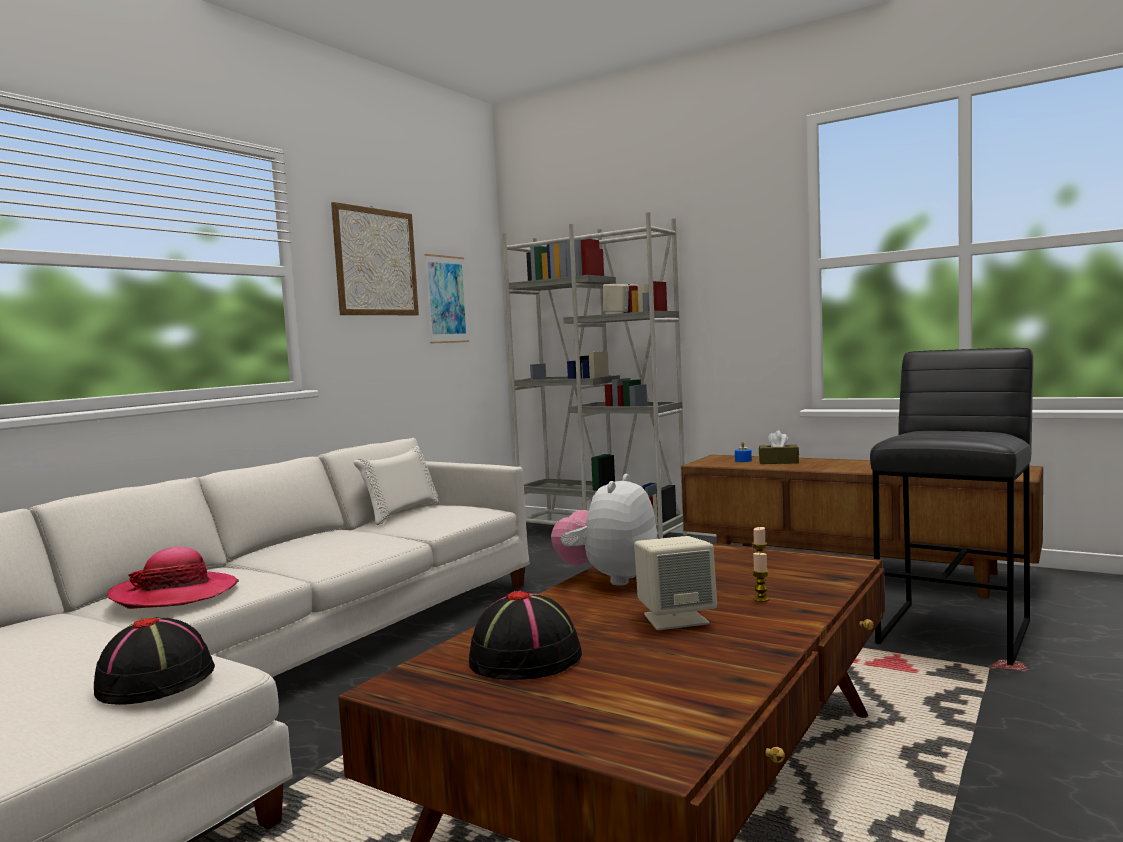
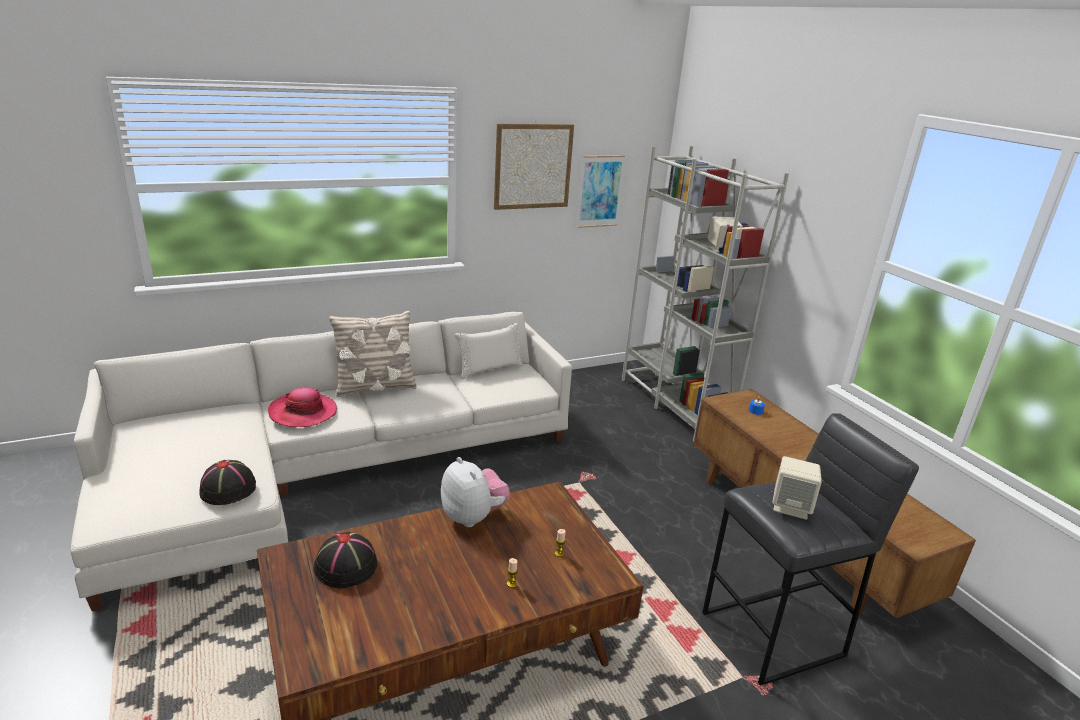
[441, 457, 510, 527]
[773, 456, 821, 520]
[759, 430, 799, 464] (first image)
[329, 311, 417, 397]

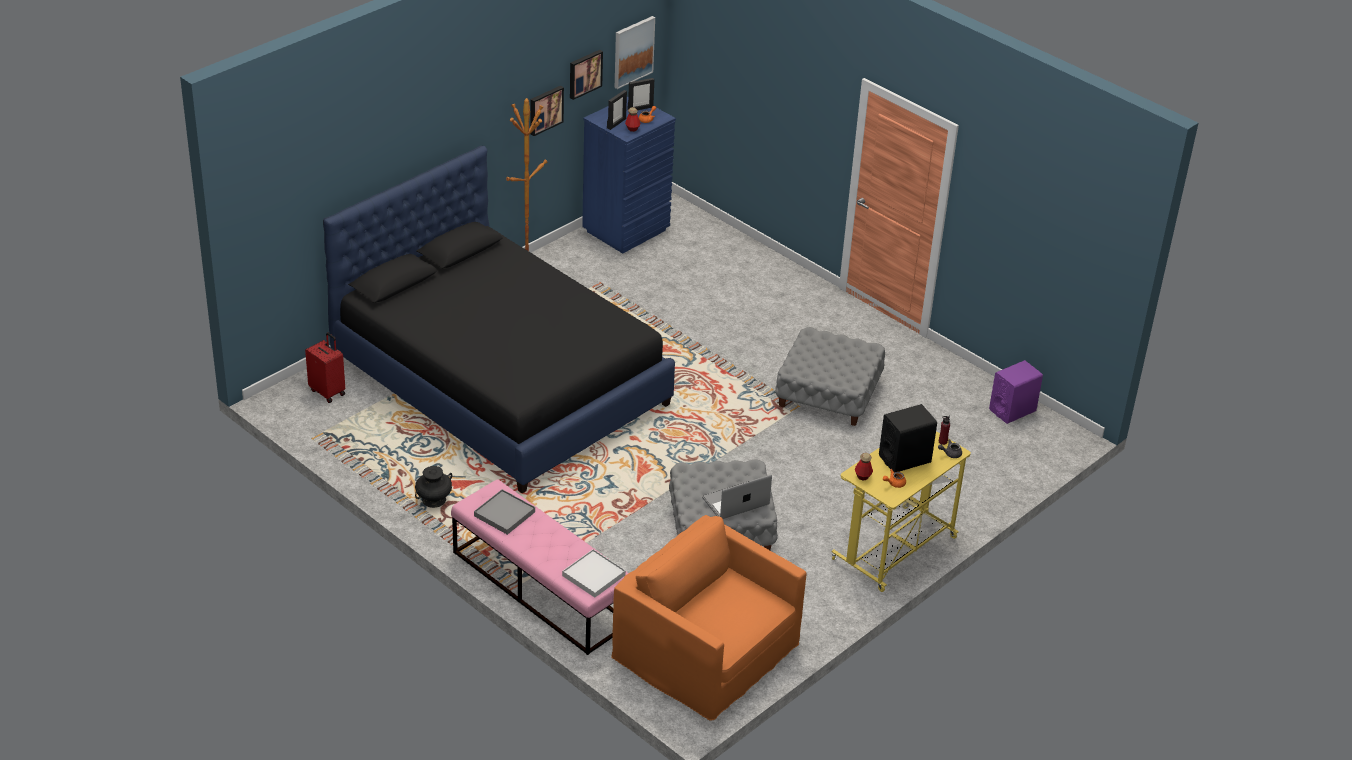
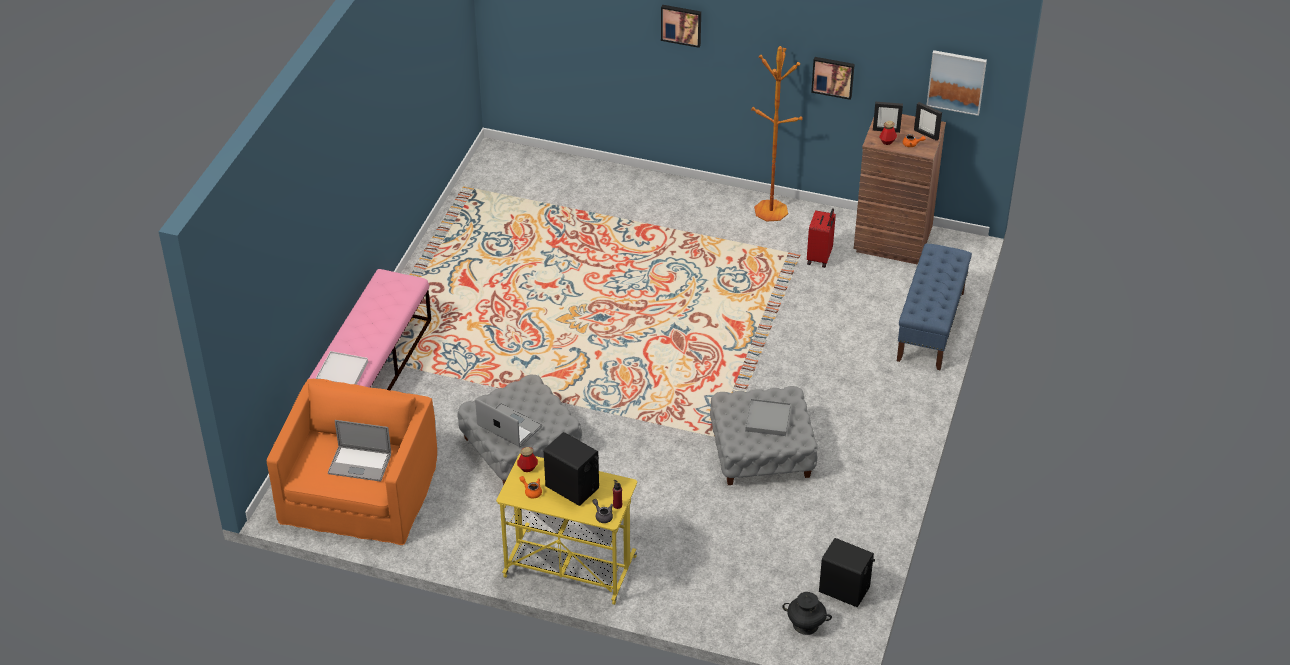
[807, 208, 836, 268]
[323, 146, 675, 493] (first image)
[782, 592, 832, 635]
[745, 399, 791, 436]
[661, 5, 701, 48]
[854, 114, 946, 265]
[819, 538, 875, 607]
[328, 420, 391, 482]
[897, 243, 972, 370]

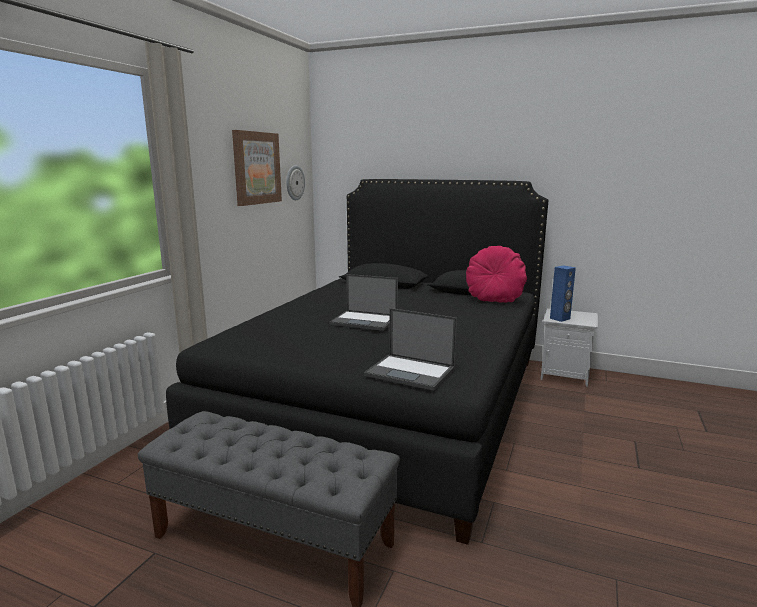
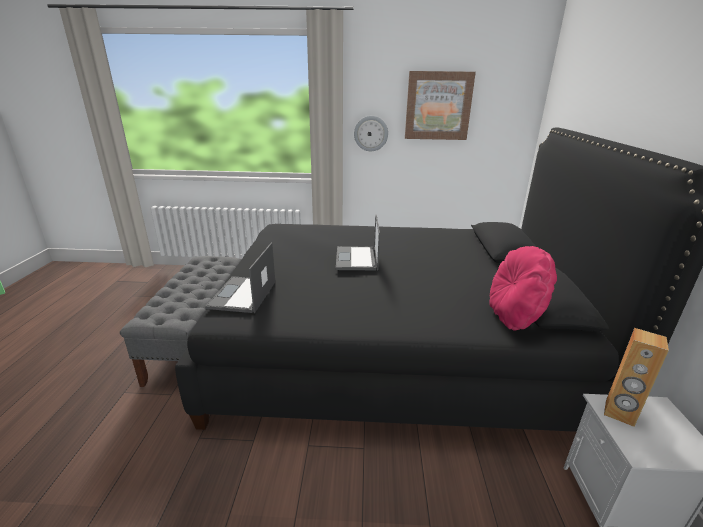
[354, 116, 388, 151]
[604, 328, 669, 427]

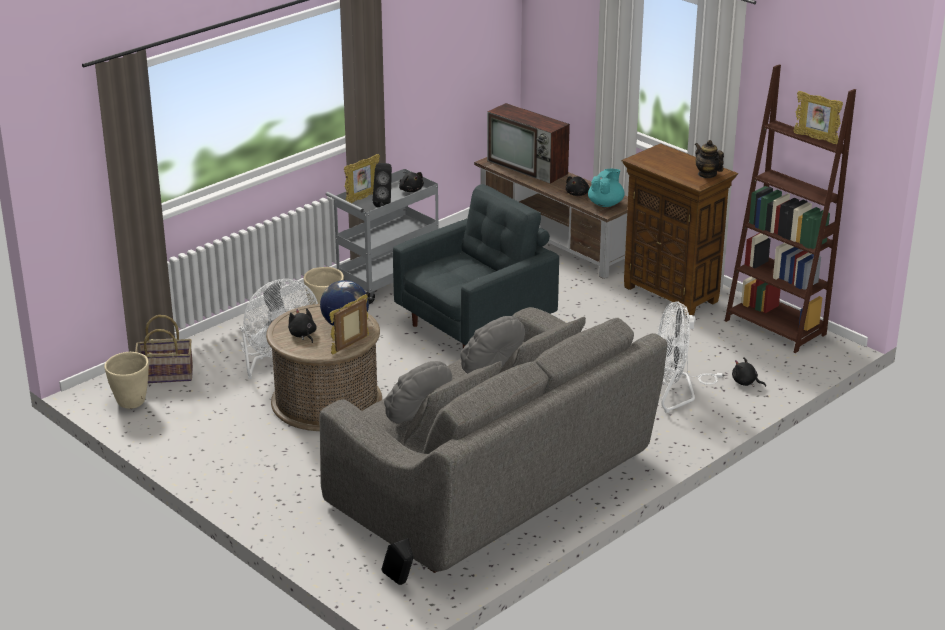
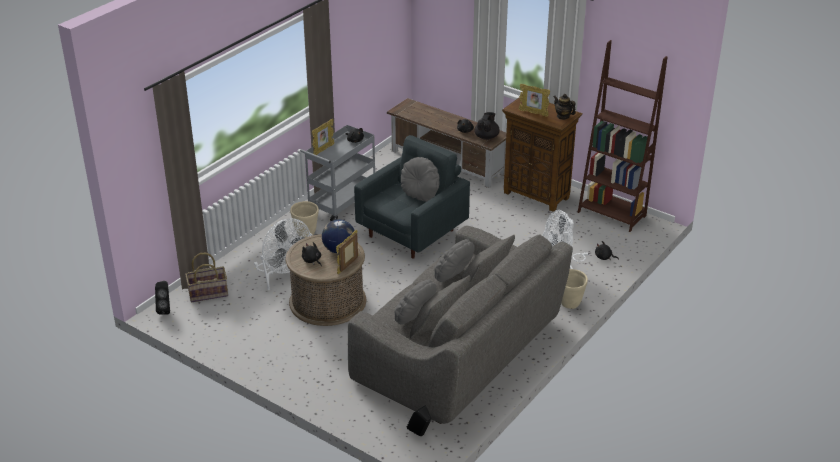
[561, 269, 588, 309]
[155, 281, 170, 314]
[487, 103, 570, 184] (first image)
[474, 112, 500, 140]
[518, 84, 550, 117]
[401, 157, 440, 202]

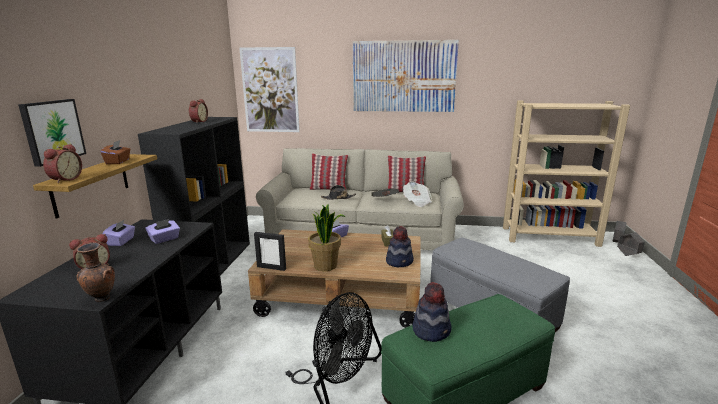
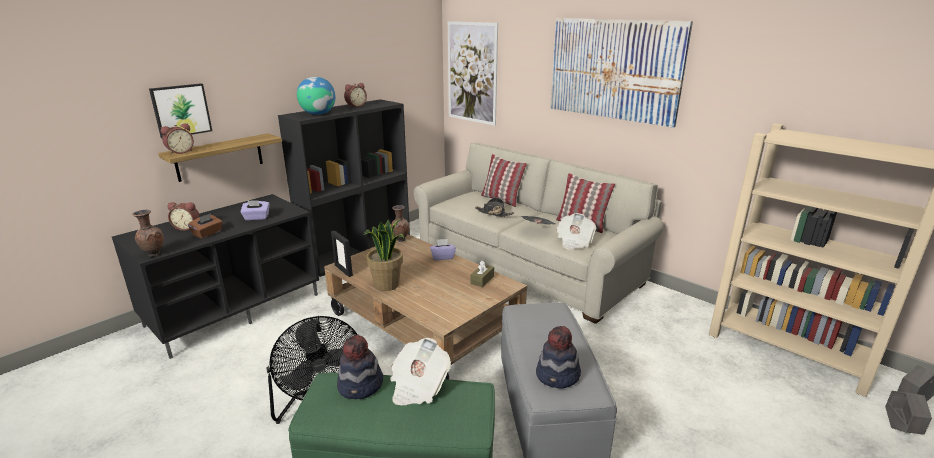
[188, 213, 222, 239]
[102, 220, 135, 246] (first image)
[536, 326, 581, 389]
[297, 77, 335, 115]
[390, 338, 451, 405]
[391, 205, 409, 242]

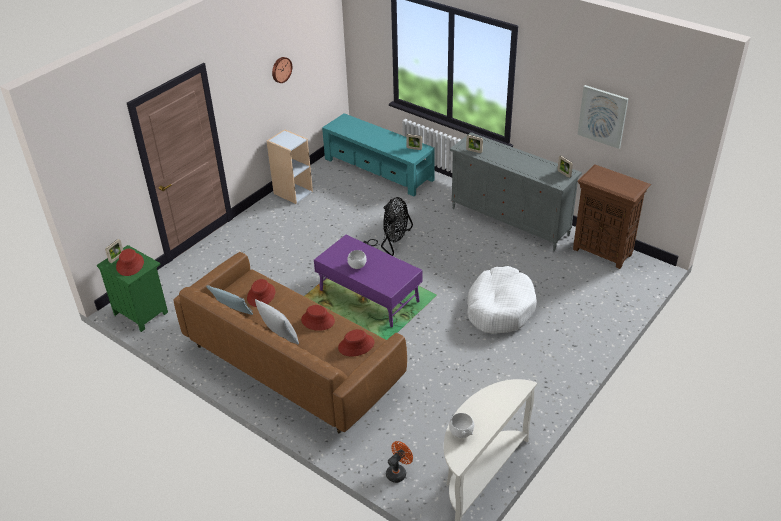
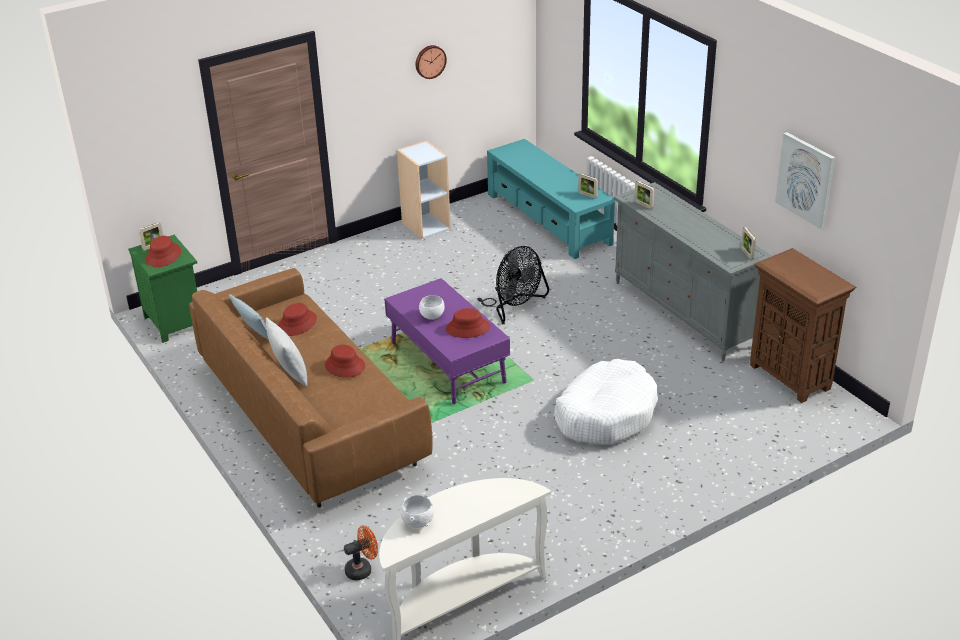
[446, 308, 490, 338]

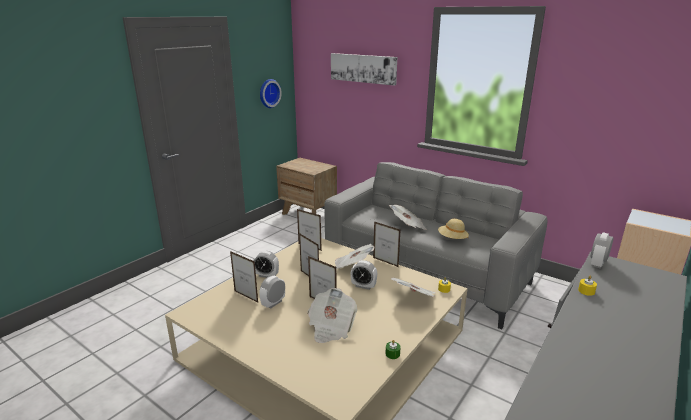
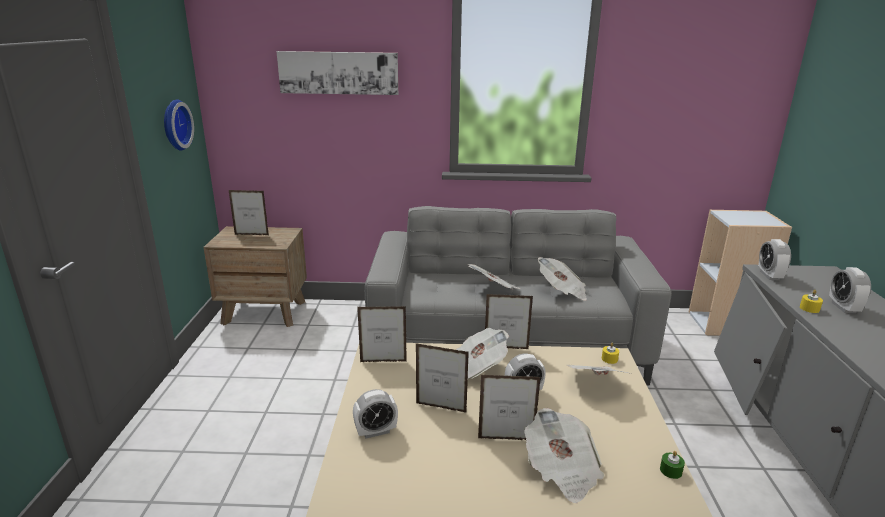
[229, 190, 269, 235]
[829, 267, 871, 313]
[538, 257, 587, 301]

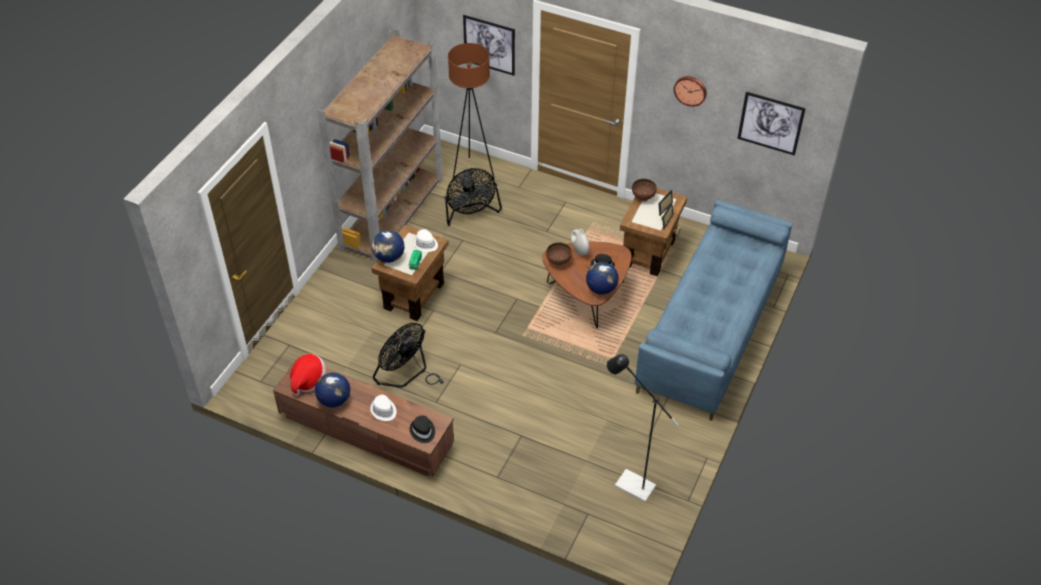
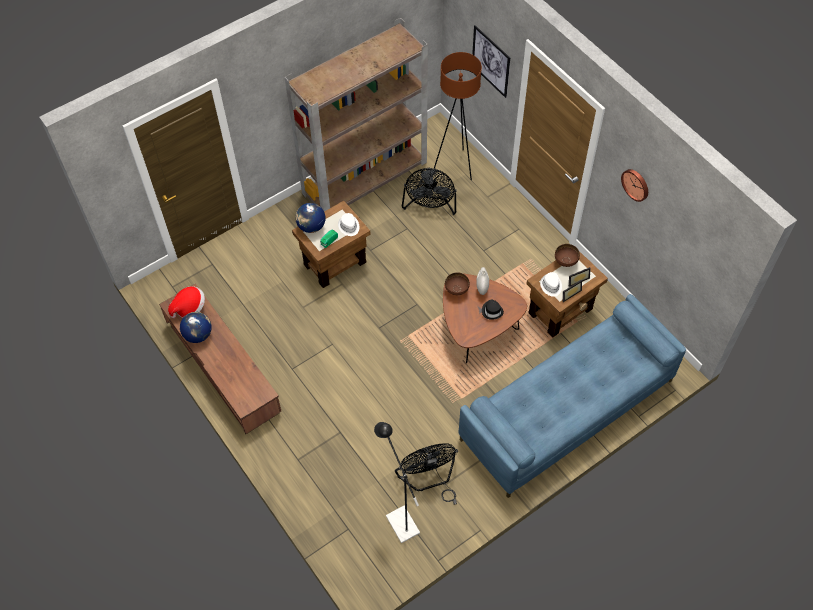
[540, 272, 562, 297]
[395, 443, 458, 504]
[410, 415, 435, 443] (first image)
[586, 262, 619, 295] (first image)
[737, 91, 806, 156] (first image)

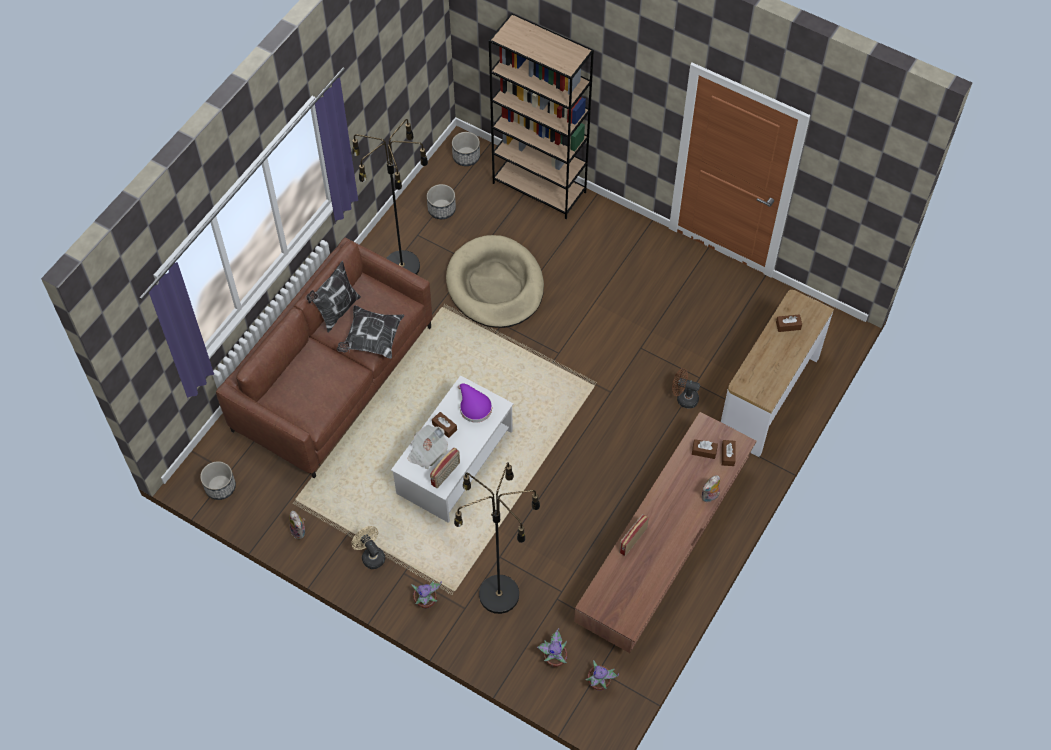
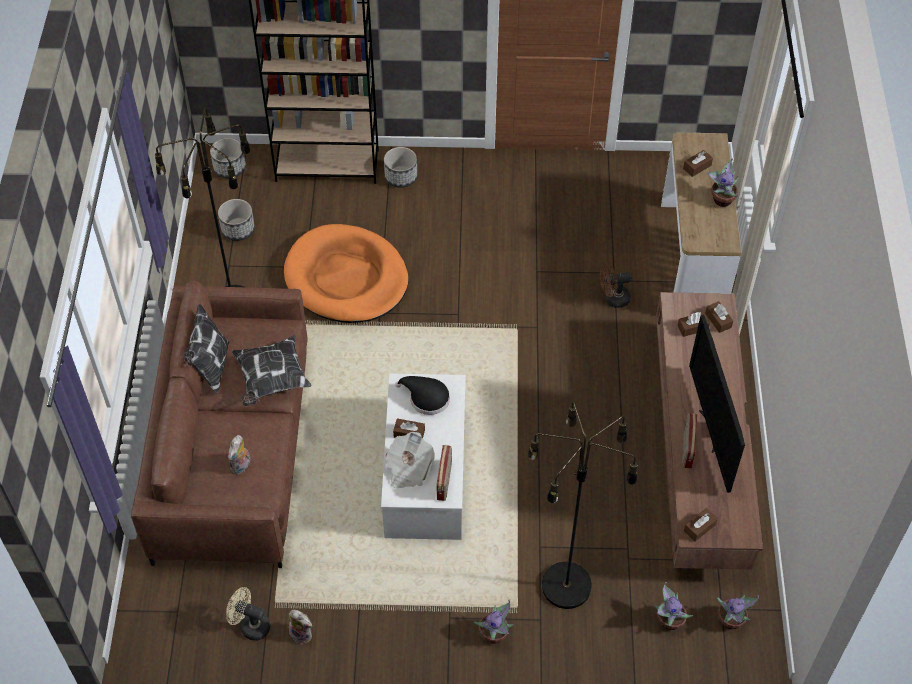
[384, 147, 417, 188]
[226, 587, 270, 641]
[284, 224, 409, 323]
[395, 376, 450, 415]
[228, 435, 251, 475]
[684, 508, 718, 541]
[689, 315, 745, 493]
[707, 159, 739, 207]

